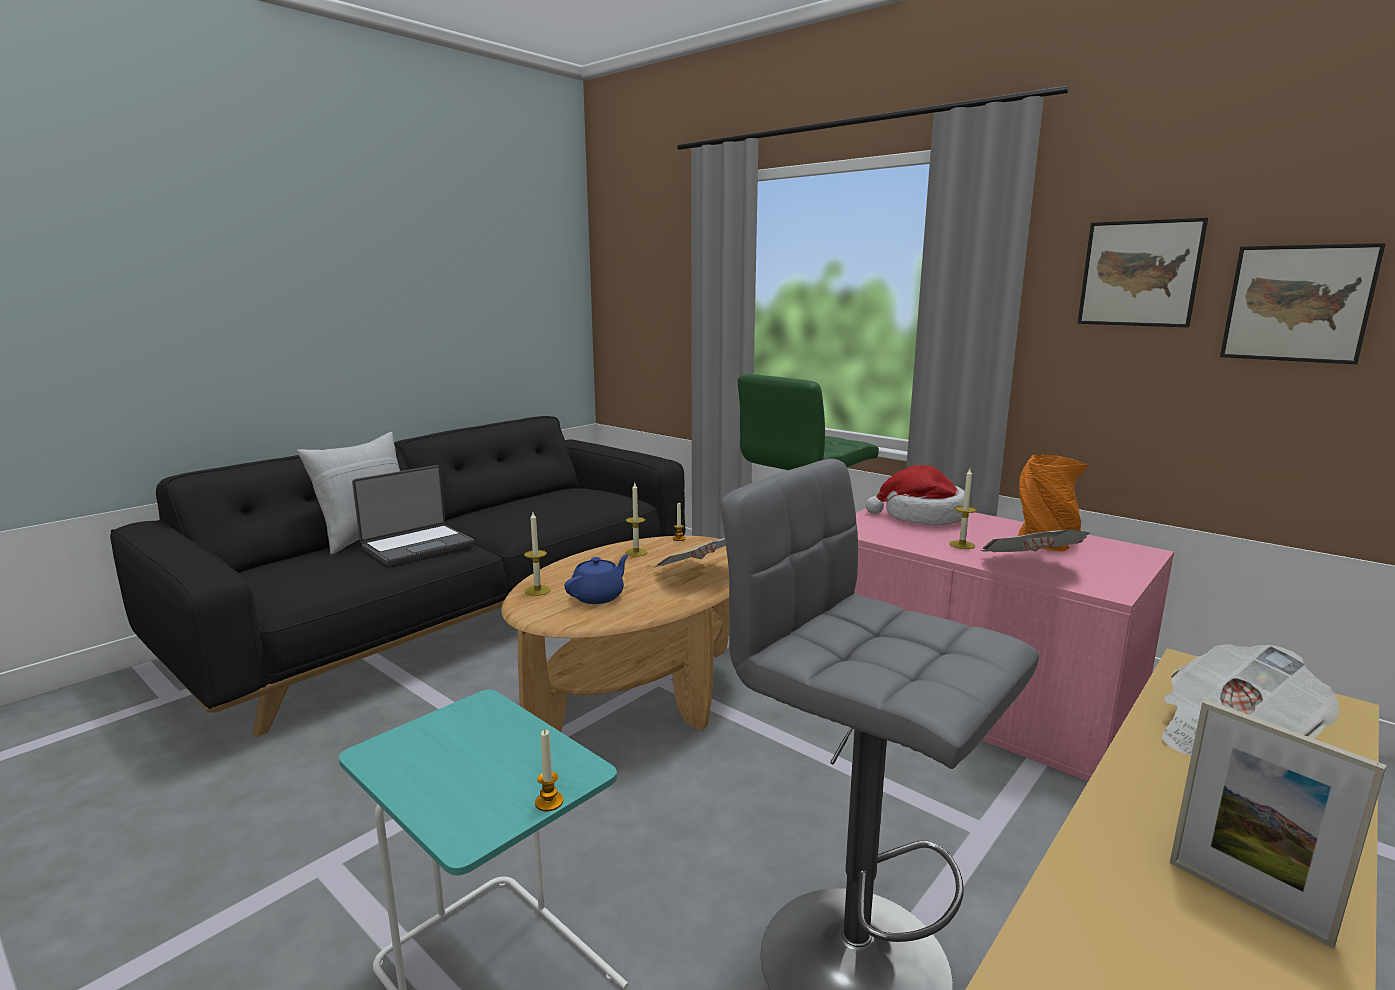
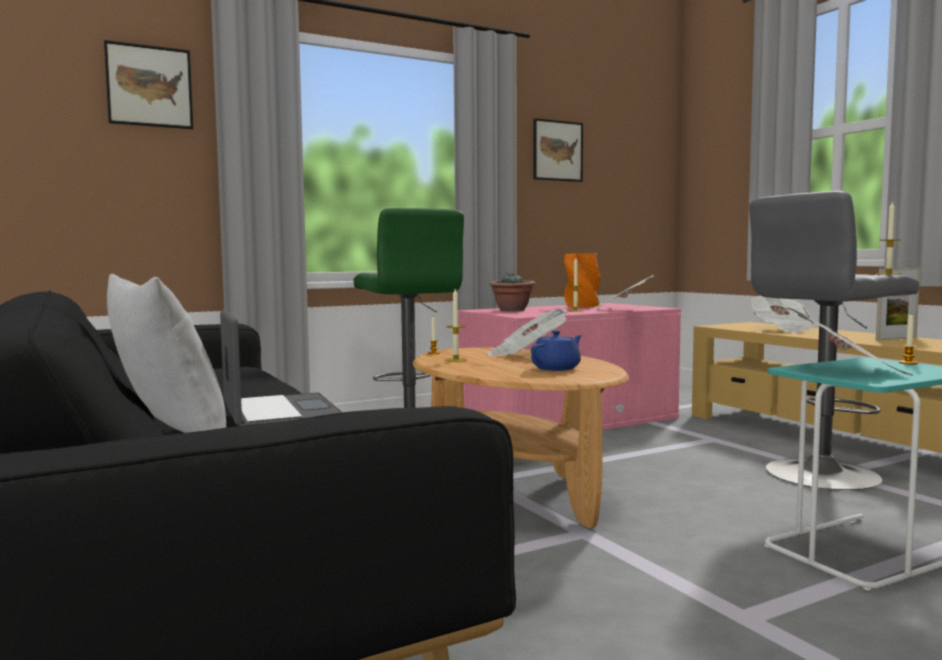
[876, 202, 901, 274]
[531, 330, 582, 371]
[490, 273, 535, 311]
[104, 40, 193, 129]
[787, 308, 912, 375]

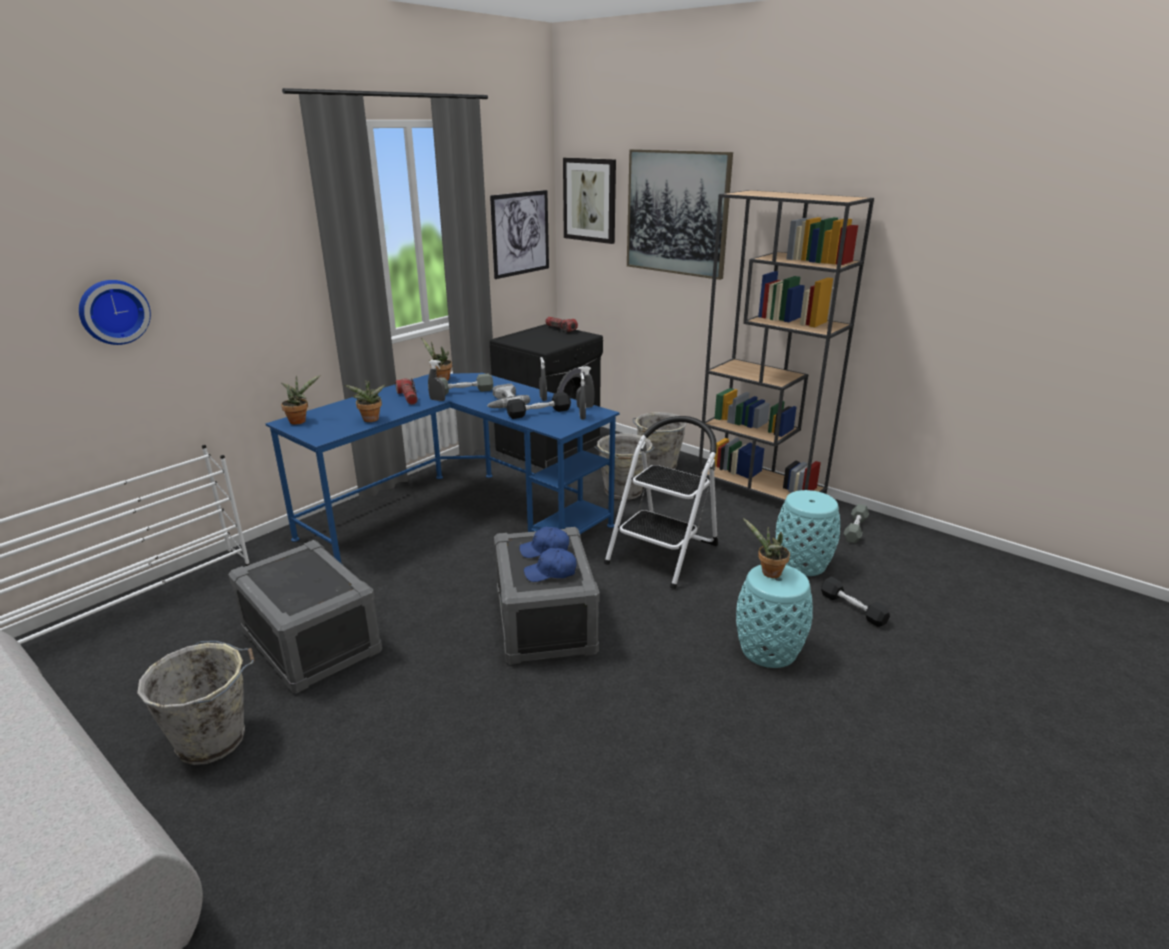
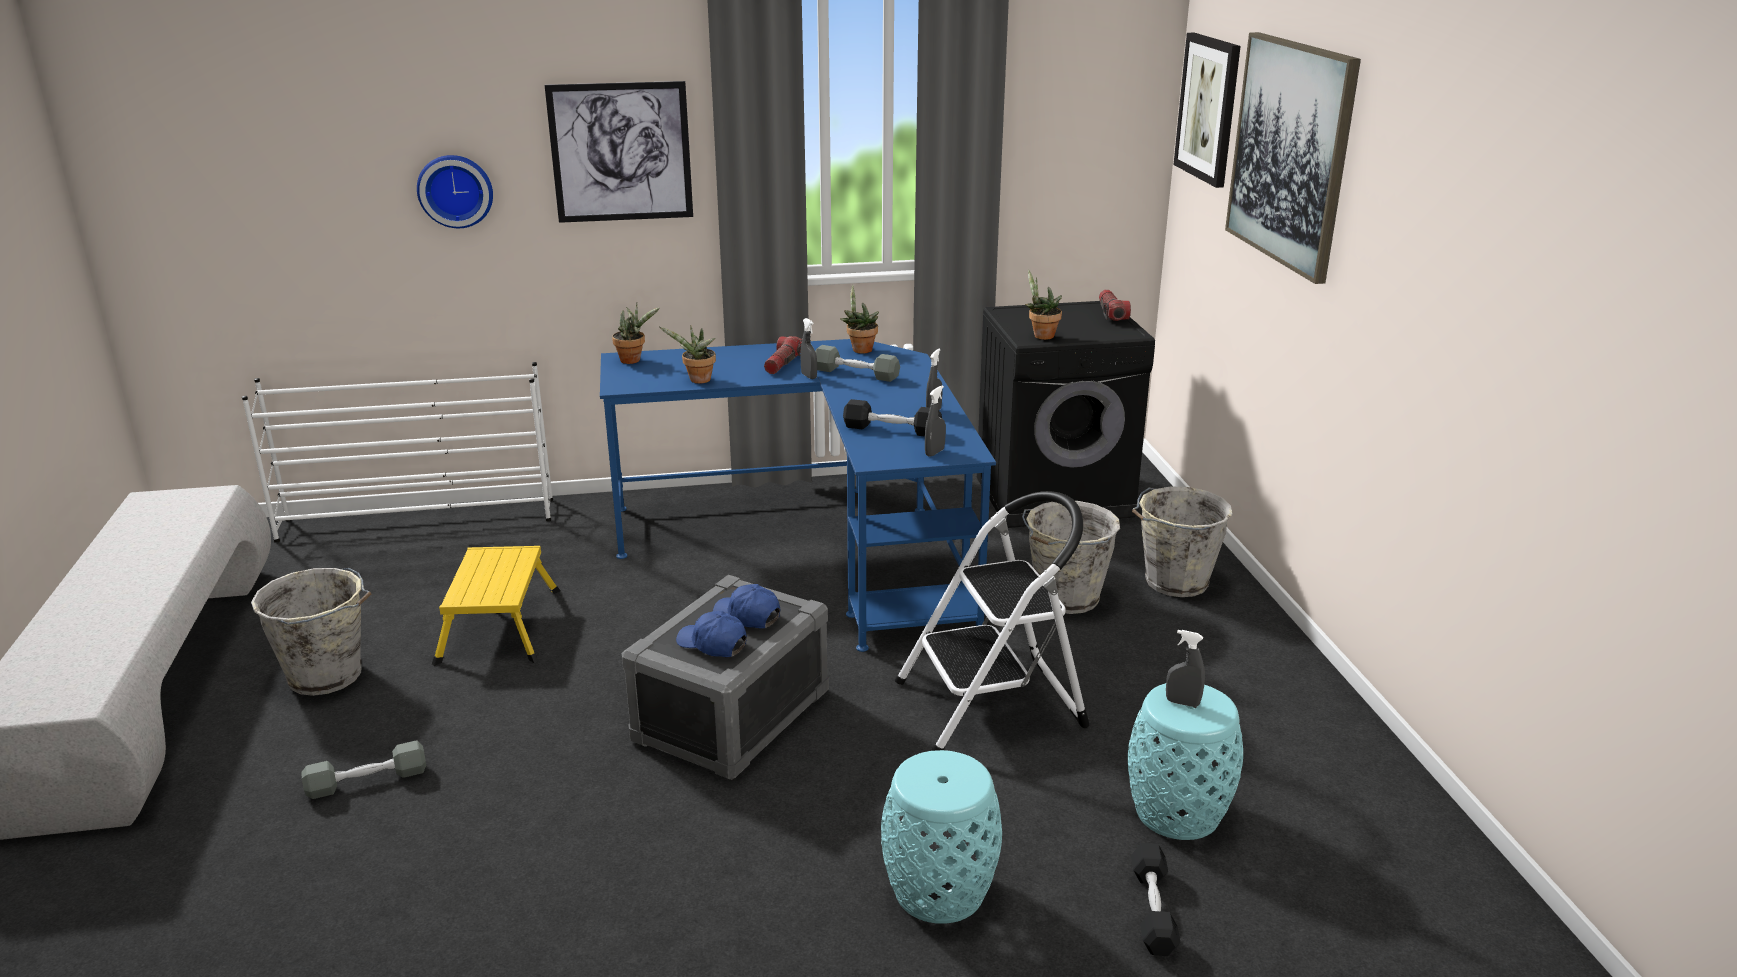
[432, 546, 561, 666]
[487, 384, 530, 408] (first image)
[545, 81, 693, 223]
[1166, 630, 1205, 707]
[698, 190, 874, 503] (first image)
[1025, 269, 1062, 340]
[301, 740, 426, 799]

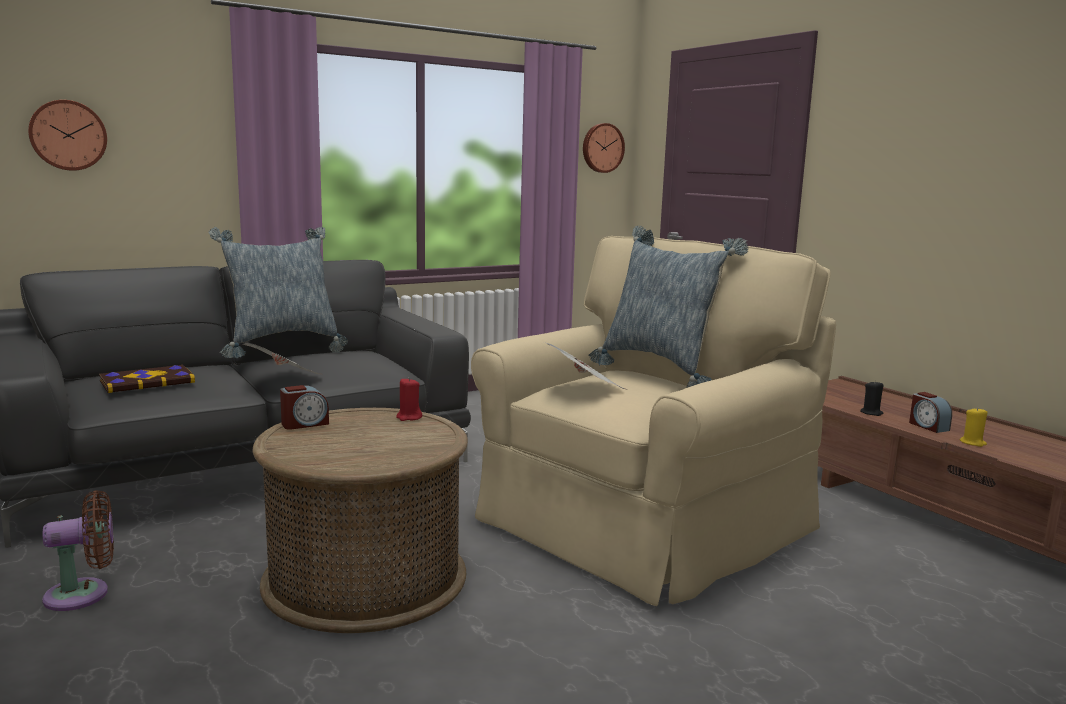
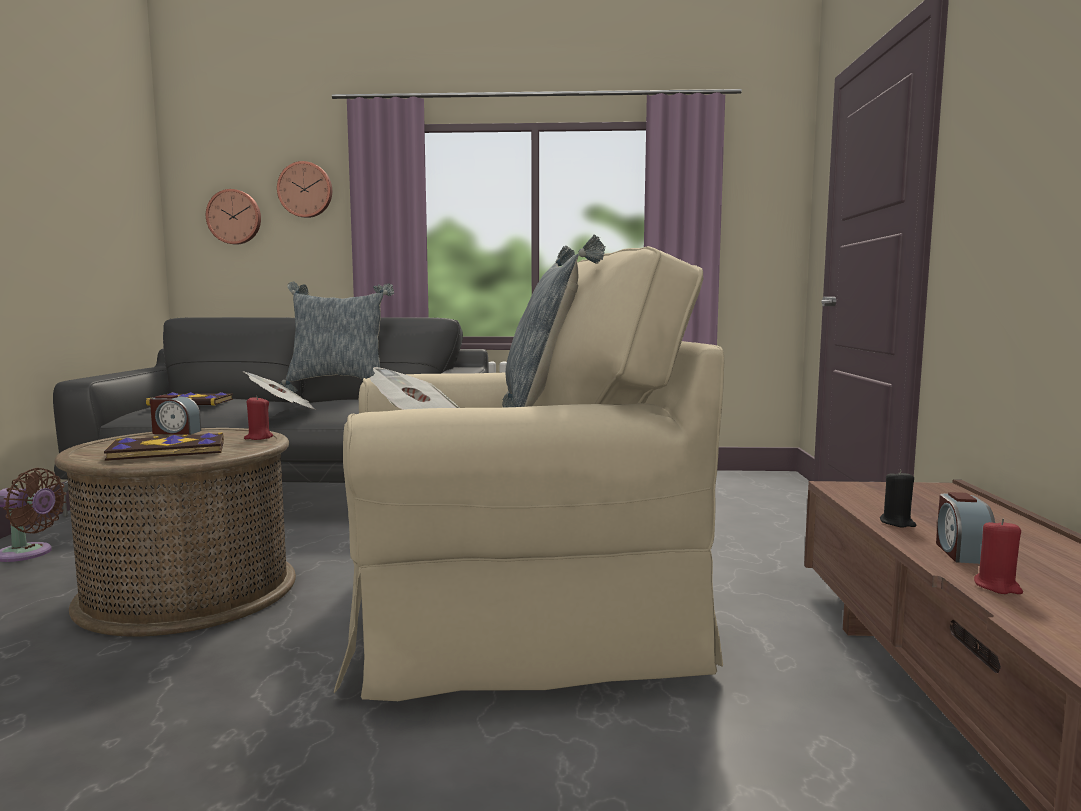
[277, 161, 332, 218]
[974, 519, 1023, 594]
[104, 432, 224, 461]

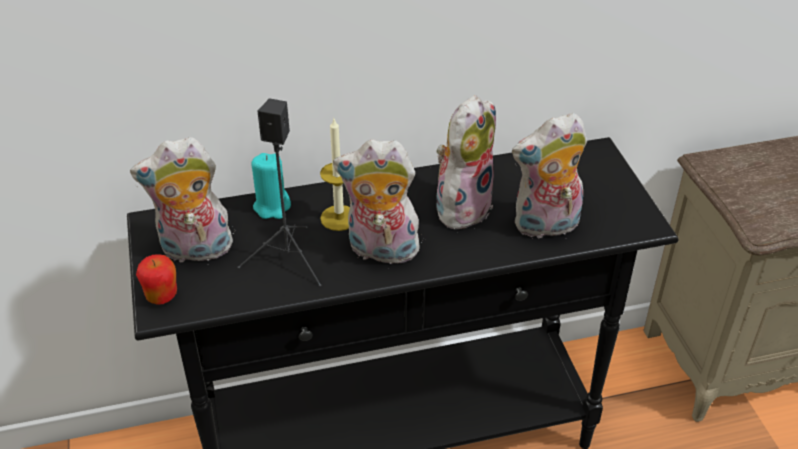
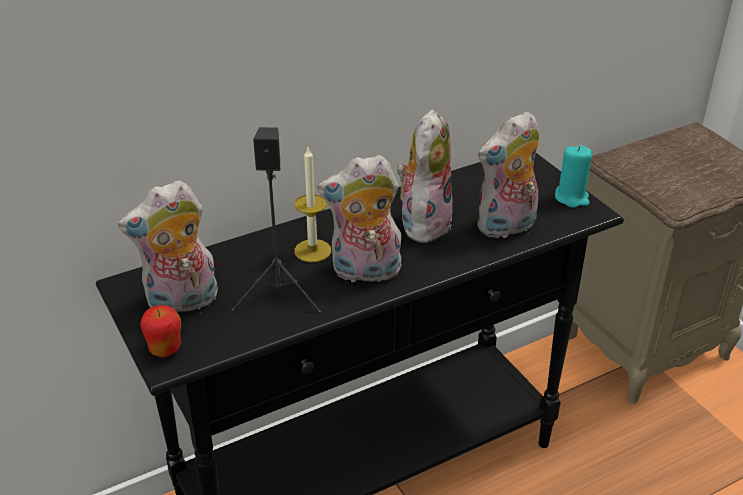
[555, 145, 592, 208]

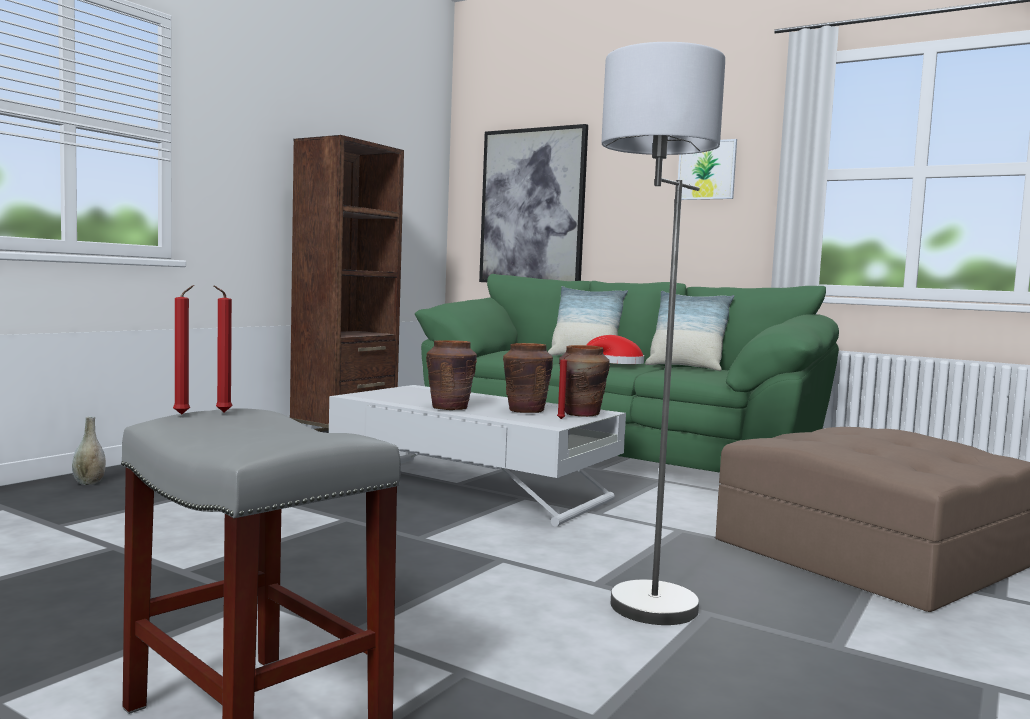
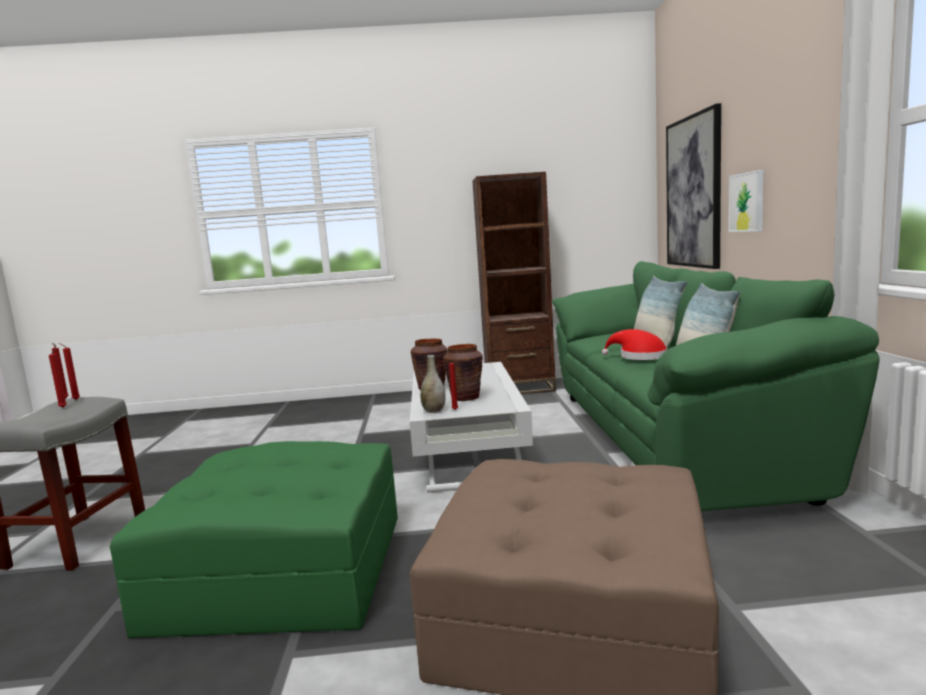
[420, 355, 445, 413]
[559, 345, 610, 417] (first image)
[110, 441, 398, 638]
[729, 170, 763, 232]
[49, 348, 67, 408]

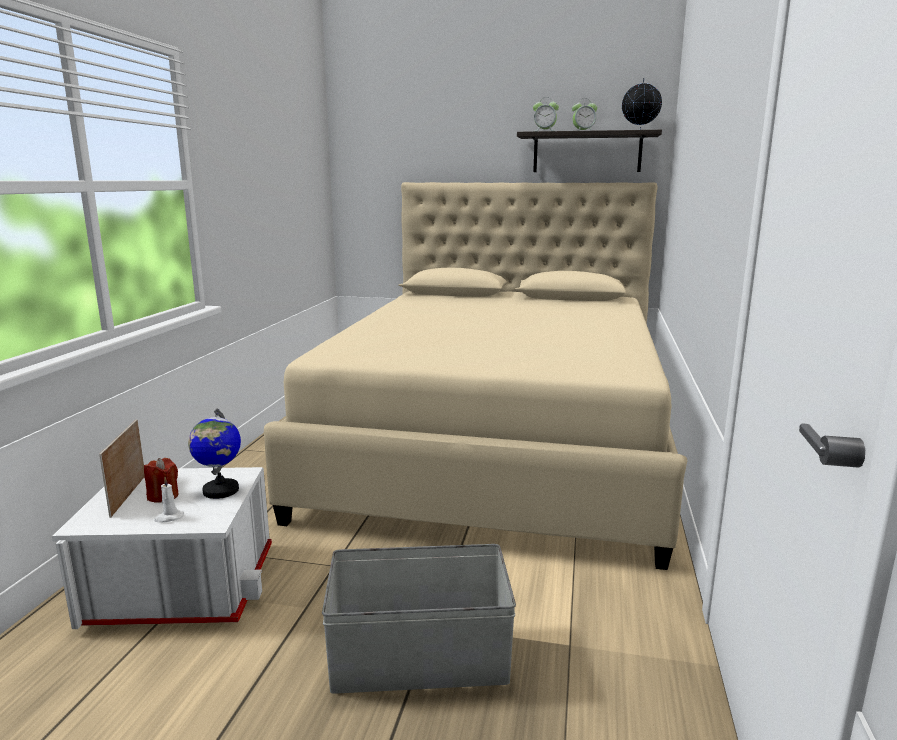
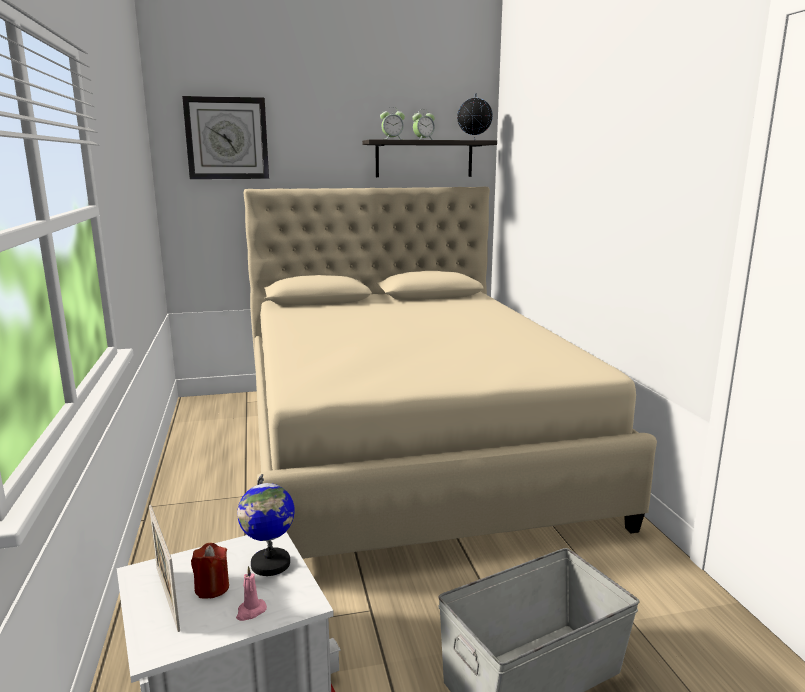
[236, 566, 267, 621]
[182, 96, 269, 179]

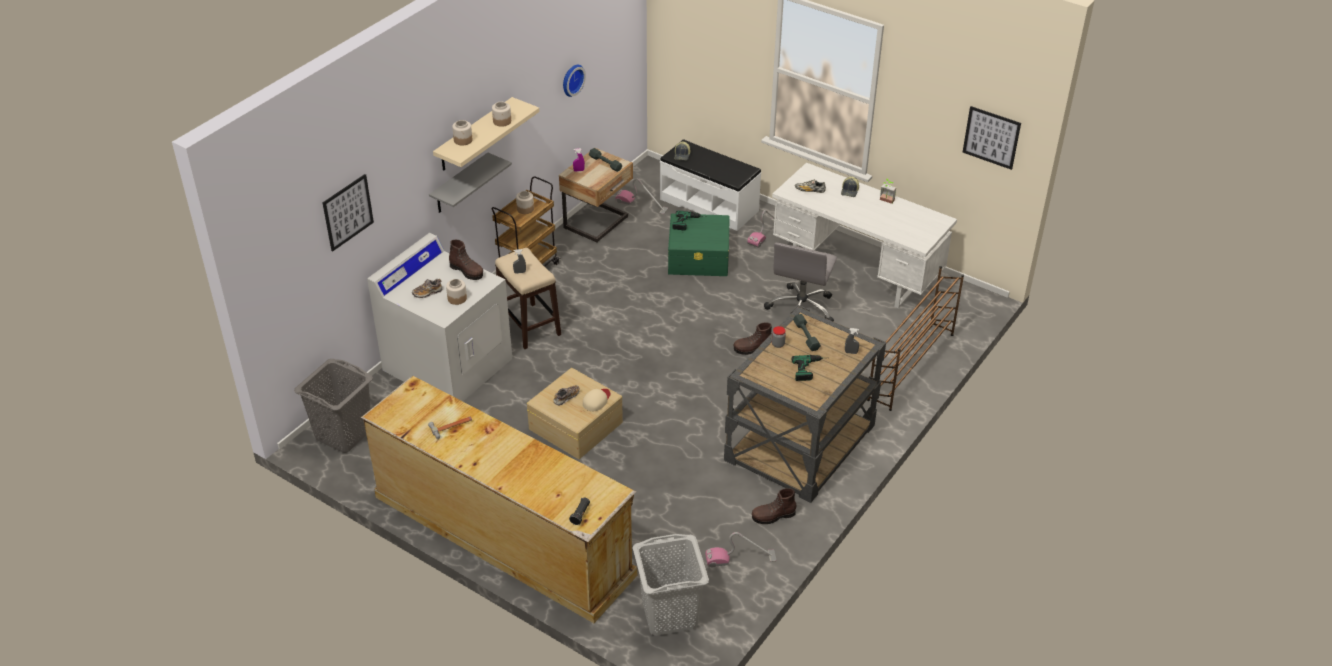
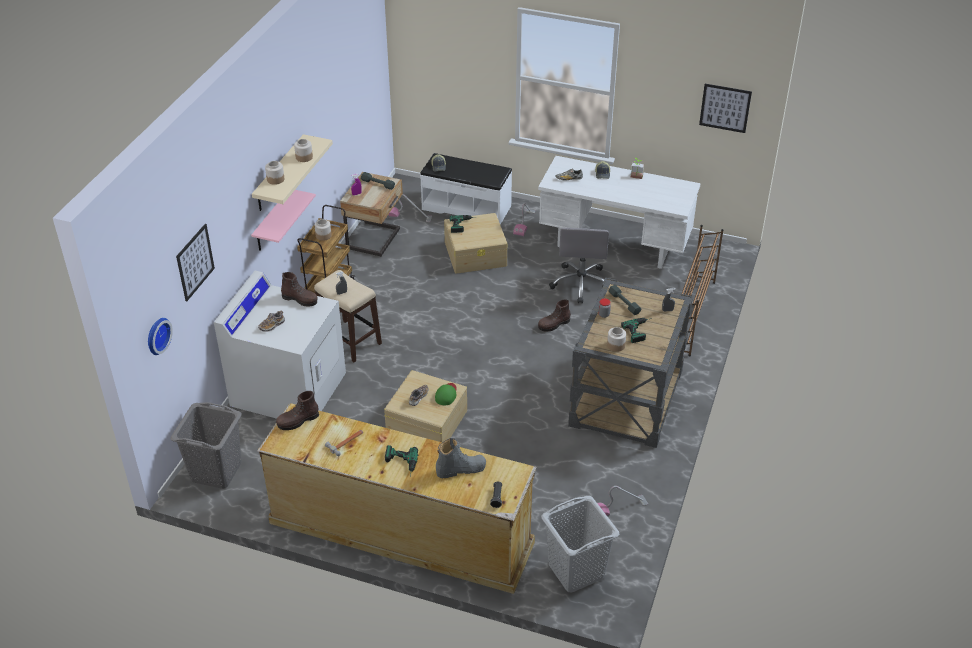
[251, 190, 316, 251]
[607, 327, 626, 352]
[148, 318, 173, 355]
[435, 383, 457, 405]
[444, 213, 507, 274]
[276, 391, 319, 430]
[385, 445, 418, 476]
[436, 438, 486, 478]

